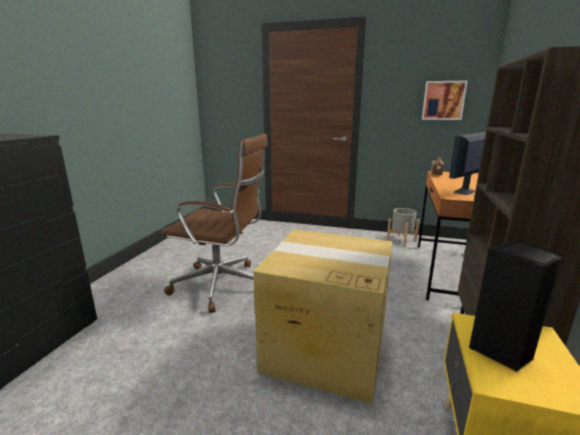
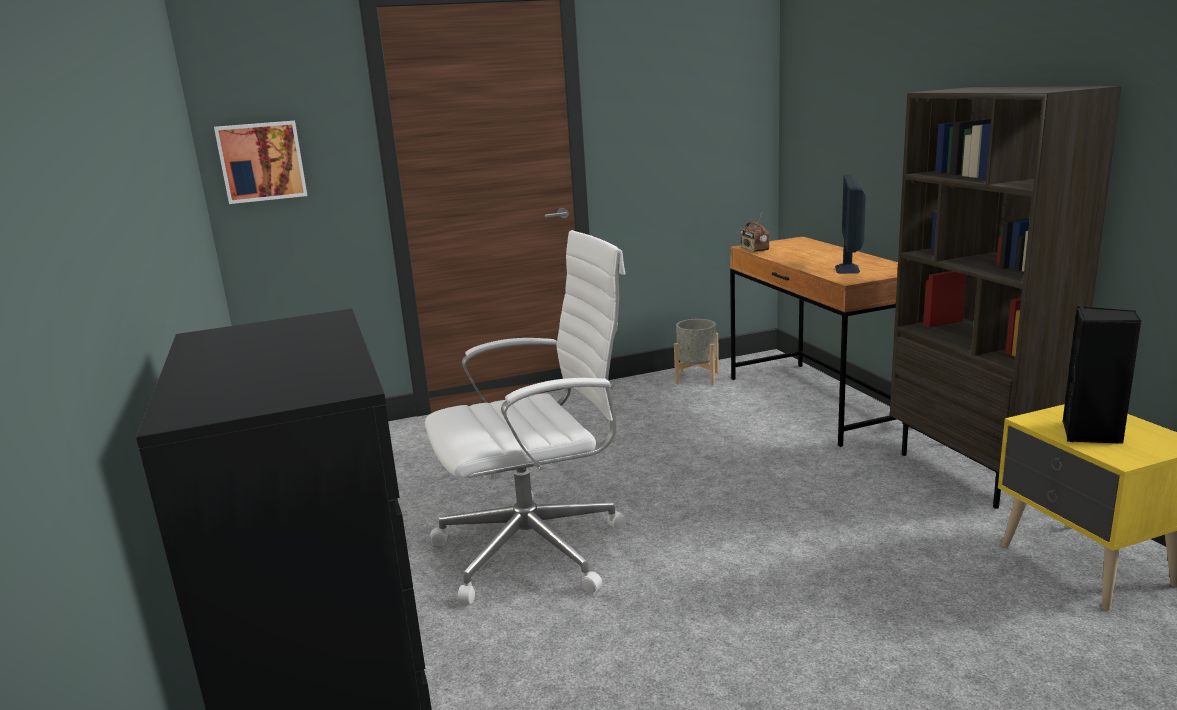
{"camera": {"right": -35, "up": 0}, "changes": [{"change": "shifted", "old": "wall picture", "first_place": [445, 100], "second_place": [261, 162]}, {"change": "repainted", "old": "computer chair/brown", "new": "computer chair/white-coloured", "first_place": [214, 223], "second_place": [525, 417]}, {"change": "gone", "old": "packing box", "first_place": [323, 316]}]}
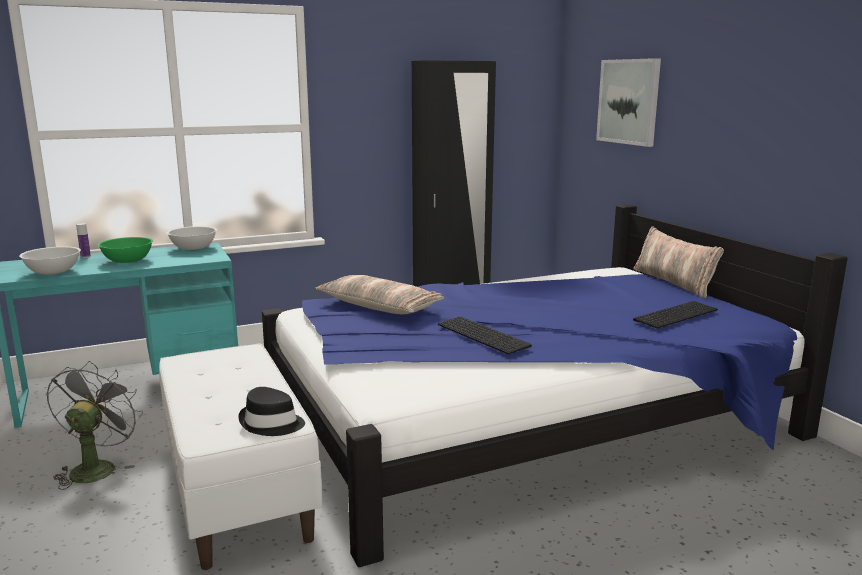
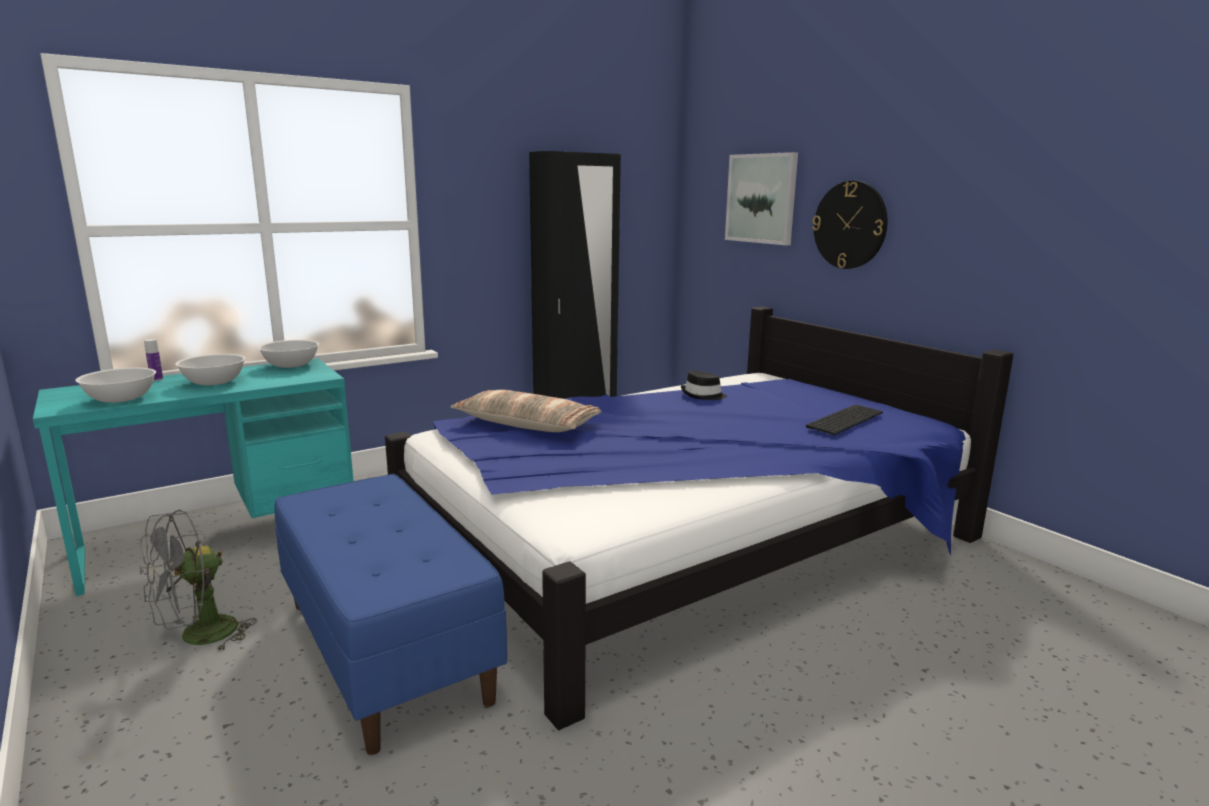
{"camera": {"right": -10, "up": 0}, "changes": [{"change": "rotated", "old": "electric fan/greyish", "first_place": [94, 425], "second_place": [198, 581], "degrees": -135}, {"change": "repainted", "old": "deep dish/green", "new": "deep dish/white-coloured", "first_place": [125, 250], "second_place": [210, 369]}, {"change": "repainted", "old": "bench/white-coloured", "new": "bench/blue-coloured", "first_place": [241, 456], "second_place": [390, 614]}, {"change": "shifted", "old": "wearable hat/black", "first_place": [271, 411], "second_place": [704, 385]}, {"change": "new", "new": "wall clock", "second_place": [850, 225]}, {"change": "gone", "old": "computer keyboard", "first_place": [485, 335]}, {"change": "gone", "old": "pillow", "first_place": [678, 262]}]}
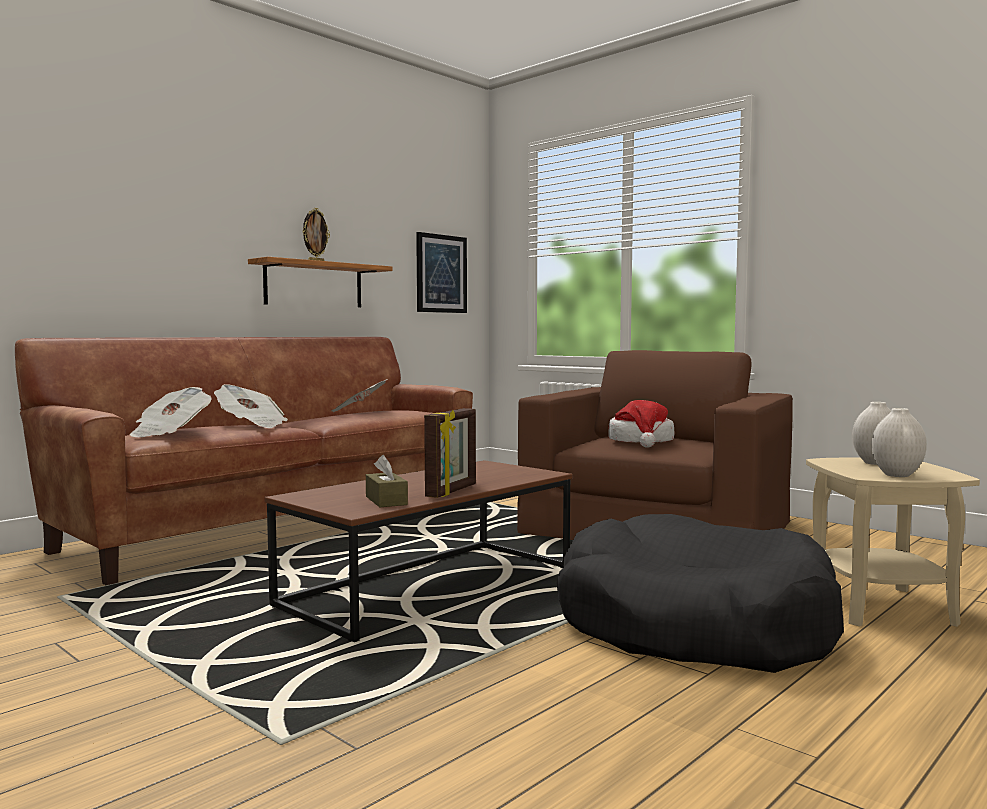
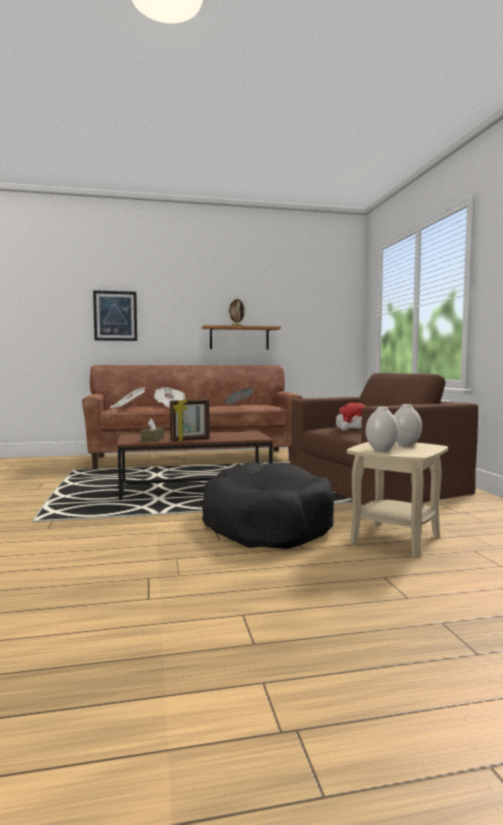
{"camera": {"right": 35, "up": 0}, "changes": [{"change": "shifted", "old": "wall picture", "first_place": [441, 272], "second_place": [115, 315]}]}
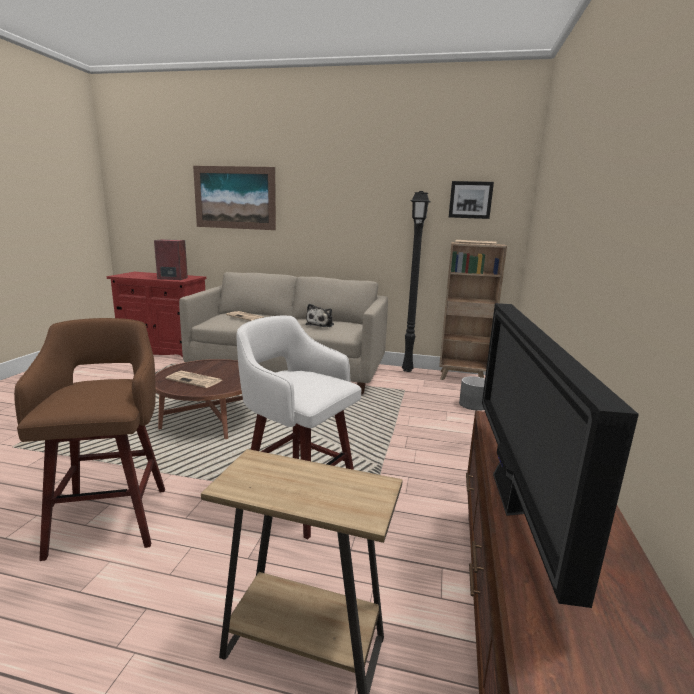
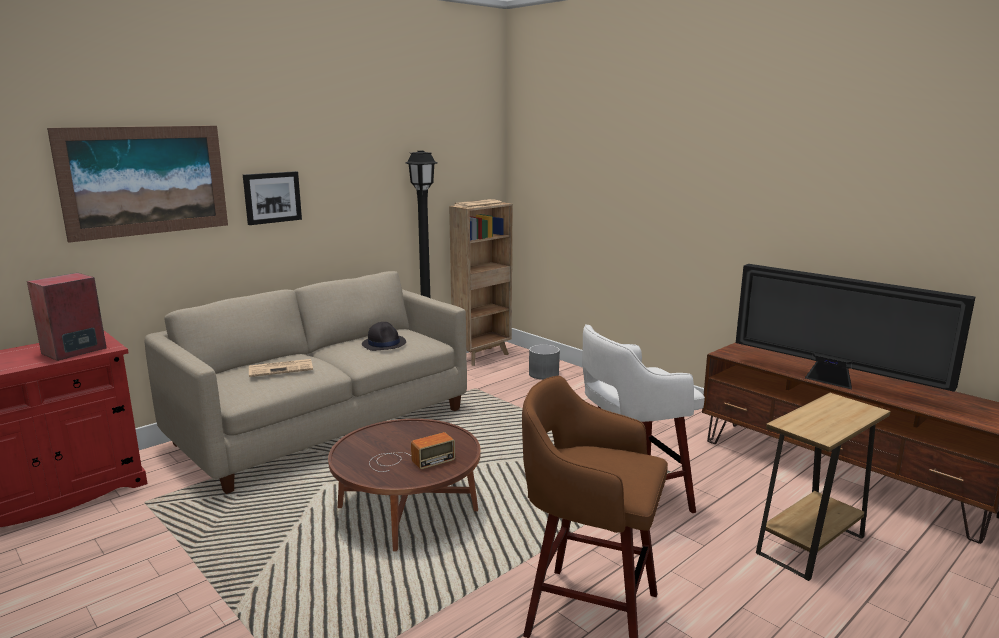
{"camera": {"right": -55, "up": 0}, "changes": [{"change": "shifted", "old": "wall picture", "first_place": [471, 200], "second_place": [272, 198]}, {"change": "swapped", "old": "cuddly toy", "new": "wearable hat/black", "first_place": [319, 315], "second_place": [384, 336]}, {"change": "swapped", "old": "daily paper", "new": "radio", "first_place": [194, 379], "second_place": [412, 452]}]}
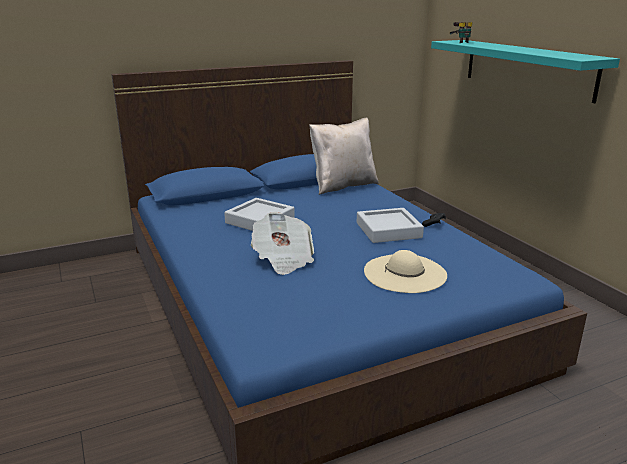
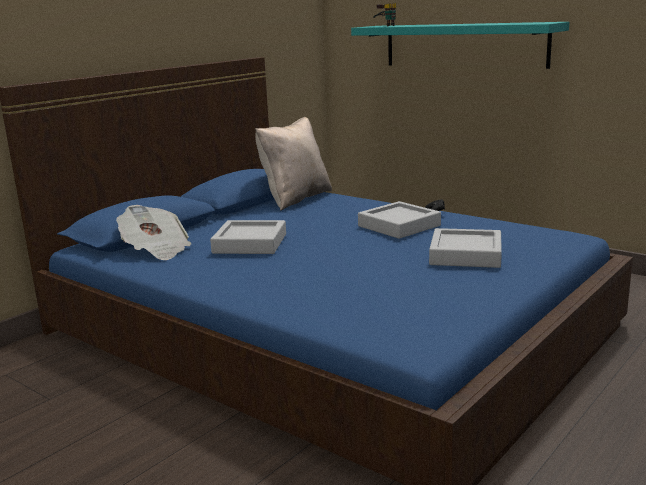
{"camera": {"right": -25, "up": -5}, "changes": [{"change": "shifted", "old": "daily paper", "first_place": [282, 243], "second_place": [153, 232]}, {"change": "swapped", "old": "wearable hat/sand-coloured", "new": "carrying tray/greyish", "first_place": [405, 271], "second_place": [465, 248]}]}
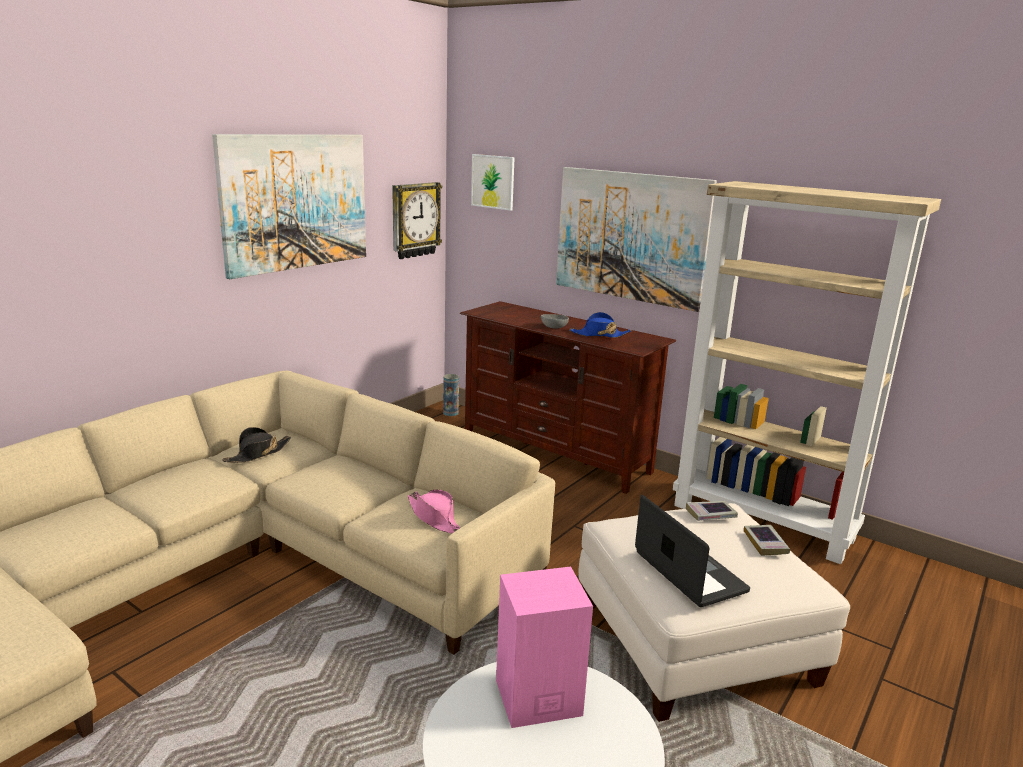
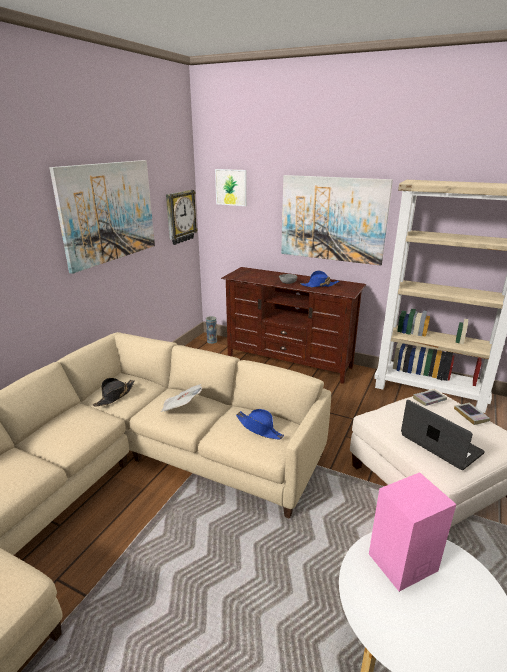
{"camera": {"right": -10, "up": 5}, "changes": [{"change": "new", "new": "daily paper", "second_place": [181, 398]}, {"change": "repainted", "old": "wearable hat/pinkish", "new": "wearable hat/blue-coloured", "first_place": [434, 511], "second_place": [260, 424]}]}
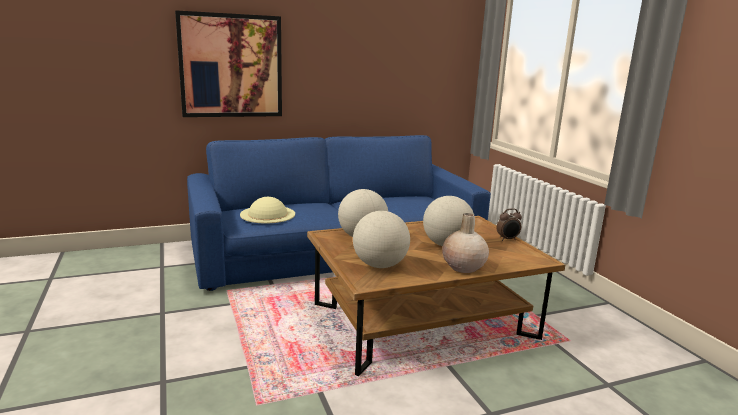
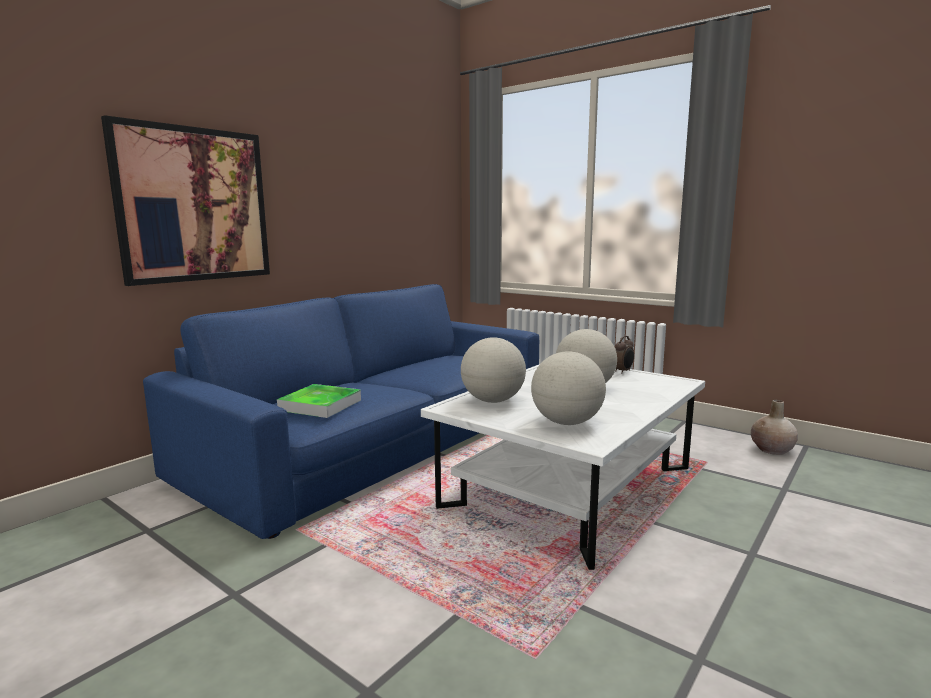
{"camera": {"right": -30, "up": -5}, "changes": [{"change": "swapped", "old": "wearable hat/sand-coloured", "new": "carrying tray", "first_place": [267, 210], "second_place": [319, 401]}, {"change": "repainted", "old": "low table/brown", "new": "low table/white-coloured", "first_place": [436, 296], "second_place": [563, 467]}, {"change": "shifted", "old": "decorative vase/sand-coloured", "first_place": [465, 243], "second_place": [774, 427]}]}
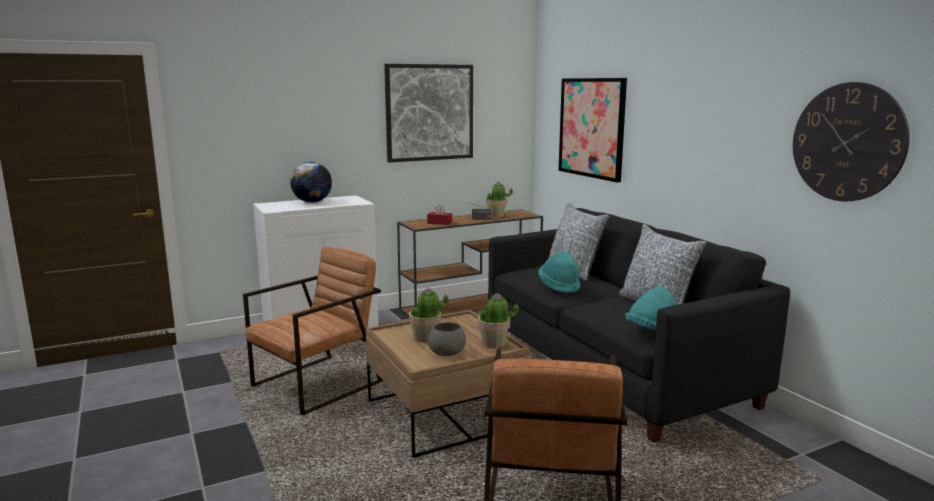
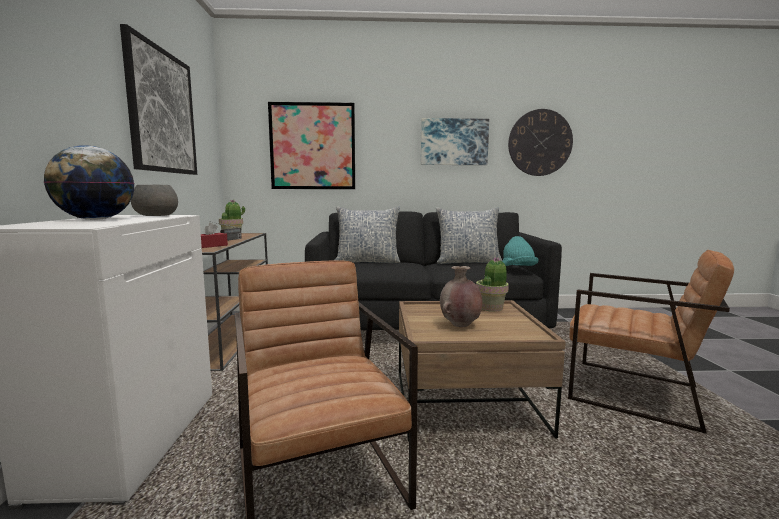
{"camera": {"right": -65, "up": -5}, "changes": [{"change": "shifted", "old": "deep dish/greyish", "first_place": [447, 339], "second_place": [154, 200]}, {"change": "new", "new": "wall picture", "second_place": [455, 141]}, {"change": "swapped", "old": "potted plant", "new": "decorative vase/brown", "first_place": [428, 315], "second_place": [461, 296]}, {"change": "gone", "old": "wearable hat/blue-green", "first_place": [559, 272]}]}
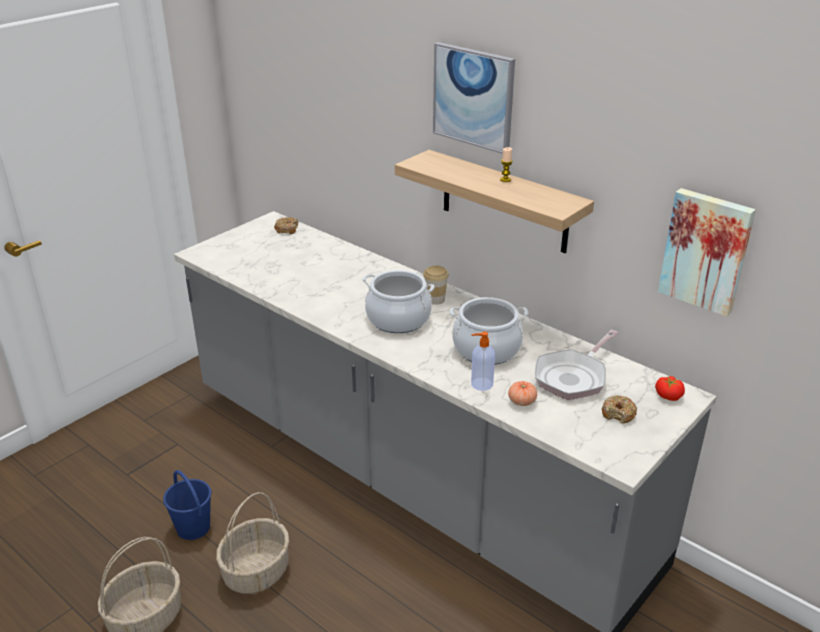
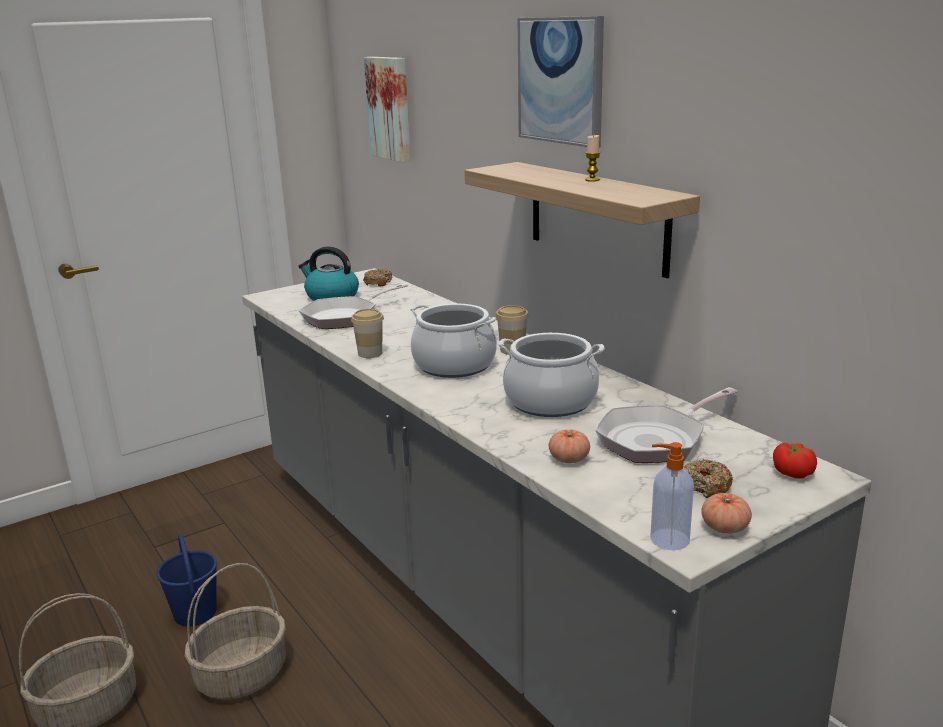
{"camera": {"right": 15, "up": -10}, "changes": [{"change": "new", "new": "water kettle", "second_place": [329, 274]}, {"change": "new", "new": "frying pan", "second_place": [353, 306]}, {"change": "new", "new": "small cup", "second_place": [367, 333]}, {"change": "shifted", "old": "wall picture", "first_place": [707, 252], "second_place": [387, 109]}, {"change": "shifted", "old": "soap bottle", "first_place": [483, 361], "second_place": [672, 496]}, {"change": "new", "new": "fresh tomato", "second_place": [726, 513]}]}
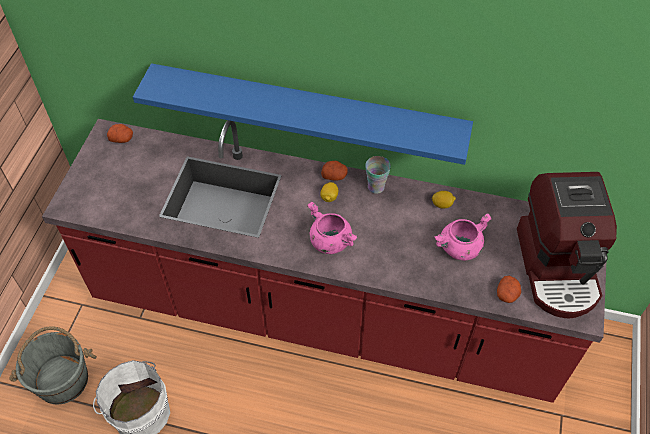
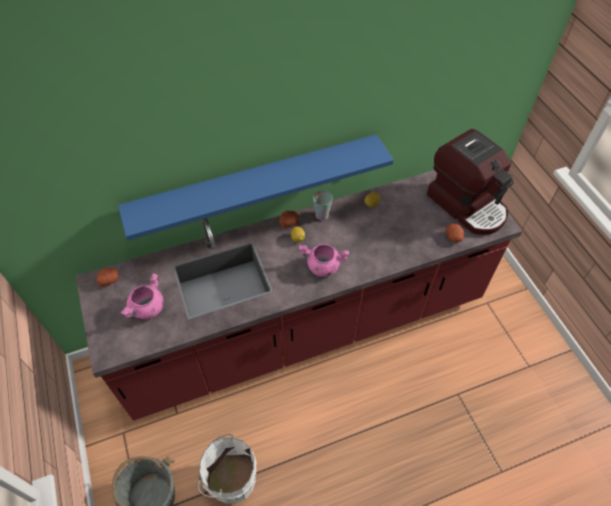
{"camera": {"right": -35, "up": 0}, "changes": [{"change": "shifted", "old": "stockpot/pinkish", "first_place": [463, 237], "second_place": [142, 296]}]}
